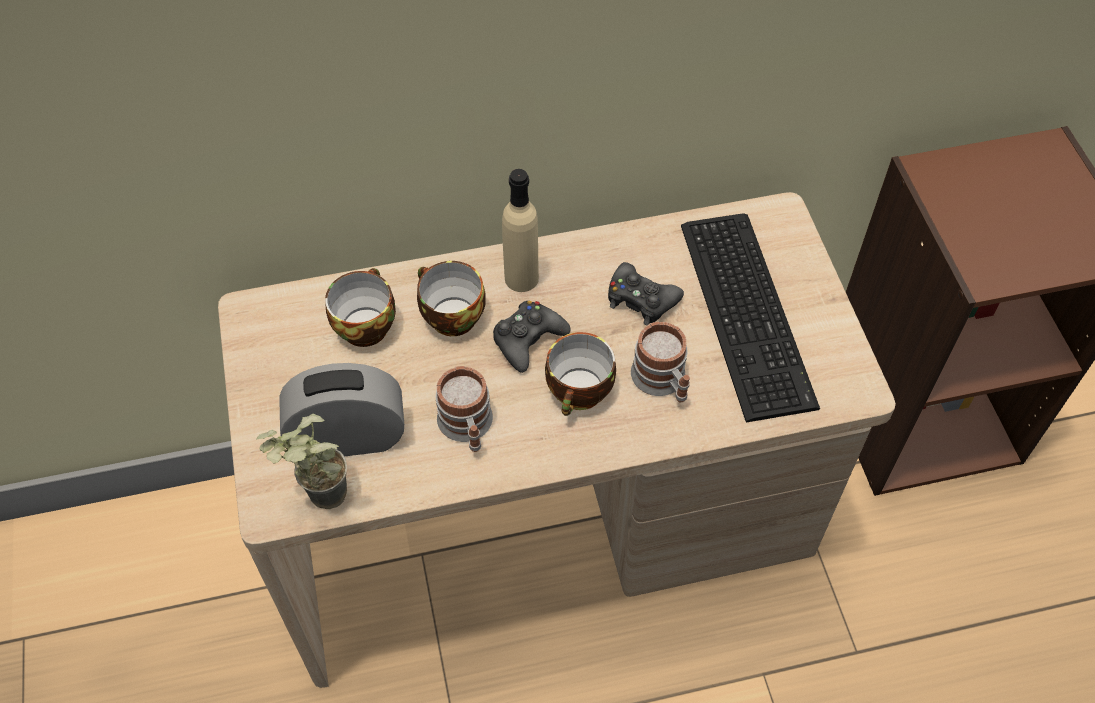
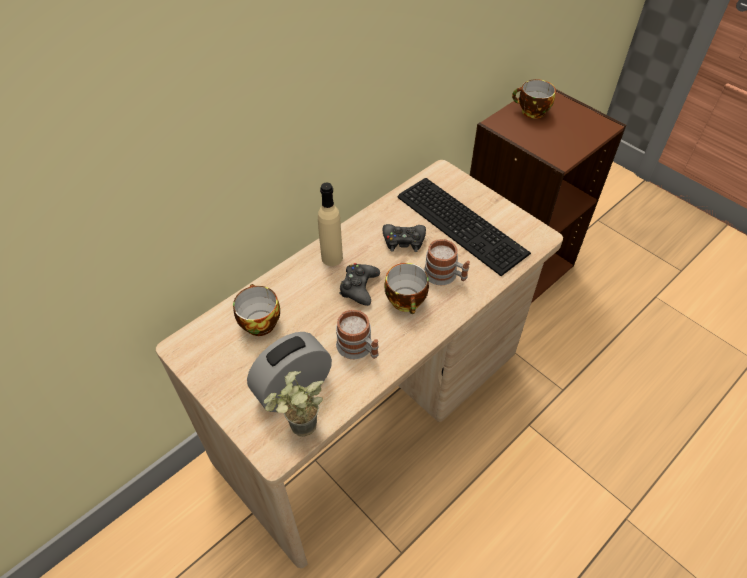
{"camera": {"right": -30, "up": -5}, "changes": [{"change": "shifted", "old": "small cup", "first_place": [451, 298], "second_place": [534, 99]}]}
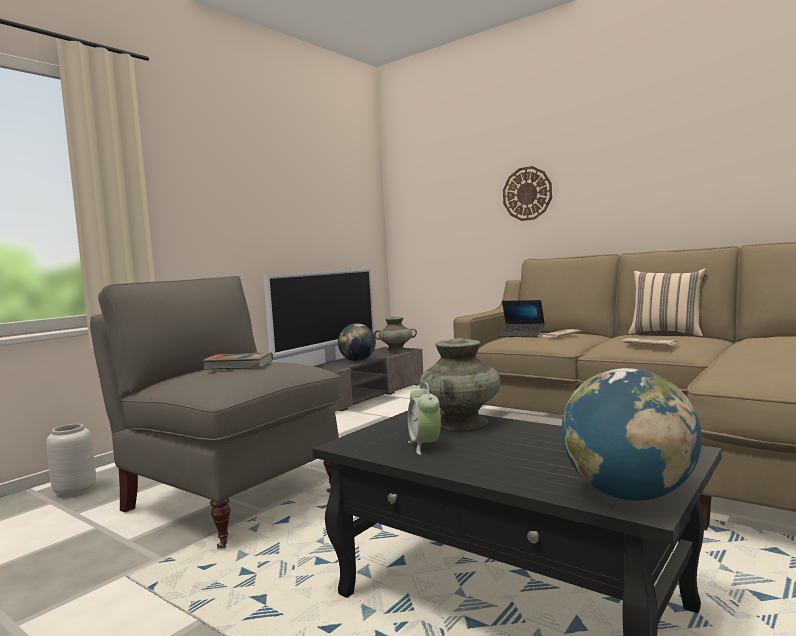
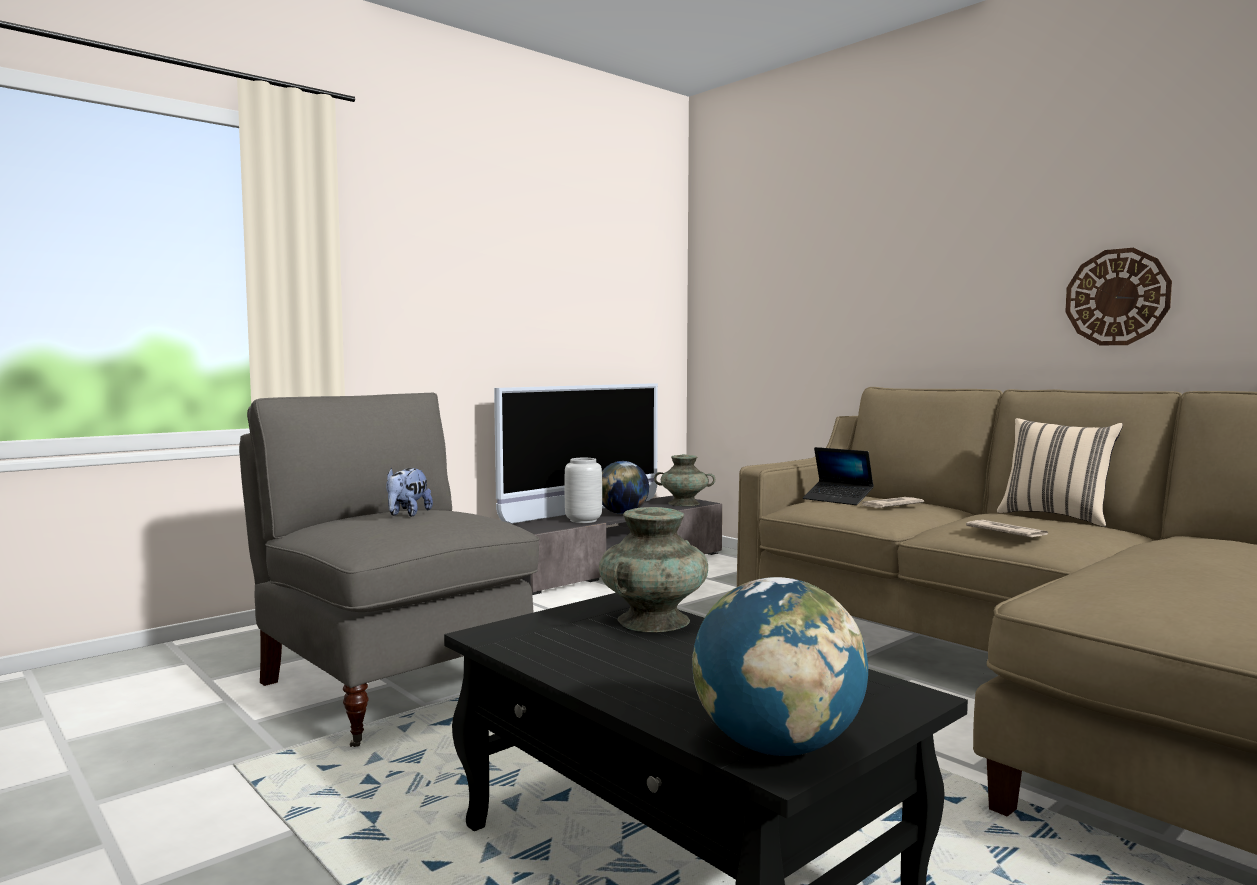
{"camera": {"right": 10, "up": 0}, "changes": [{"change": "swapped", "old": "book", "new": "cuddly toy", "first_place": [237, 361], "second_place": [409, 492]}, {"change": "shifted", "old": "decorative vase/greyish", "first_place": [71, 460], "second_place": [583, 490]}, {"change": "shifted", "old": "wall clock", "first_place": [527, 193], "second_place": [1118, 296]}, {"change": "gone", "old": "alarm clock", "first_place": [424, 418]}]}
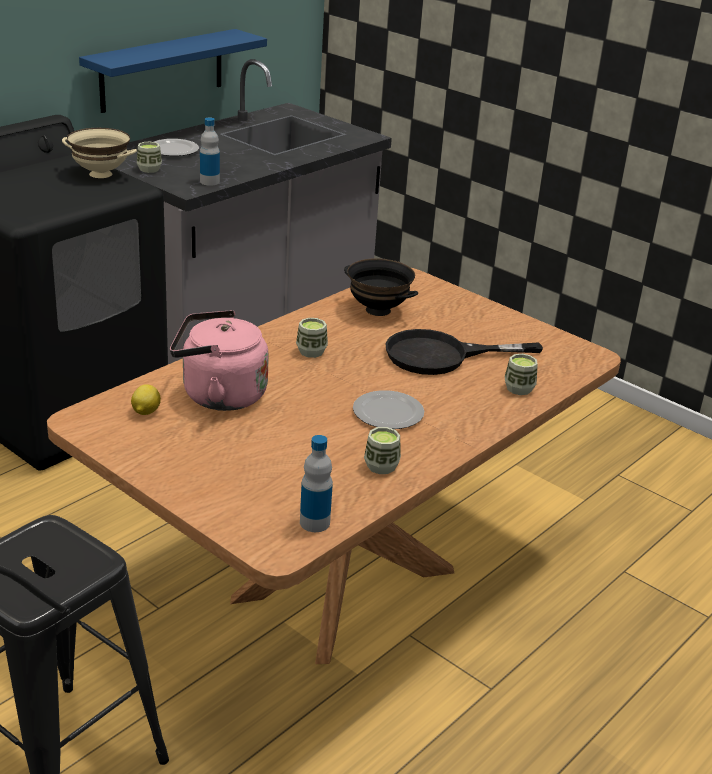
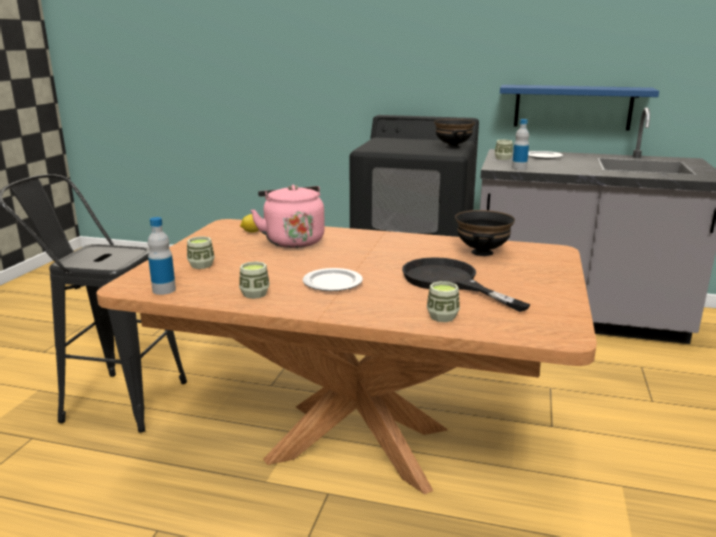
{"camera": {"right": 65, "up": -10}, "changes": [{"change": "shifted", "old": "small cup", "first_place": [312, 338], "second_place": [201, 252]}, {"change": "repainted", "old": "deep dish/sand-coloured", "new": "deep dish/black", "first_place": [99, 153], "second_place": [454, 134]}]}
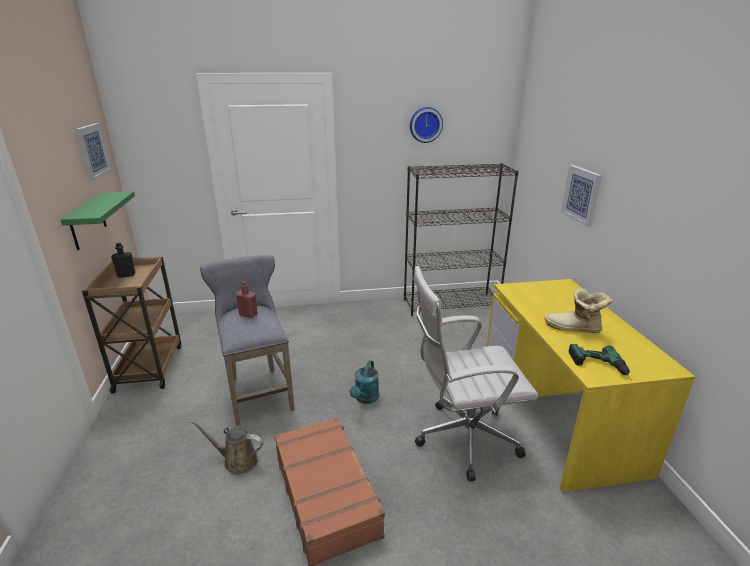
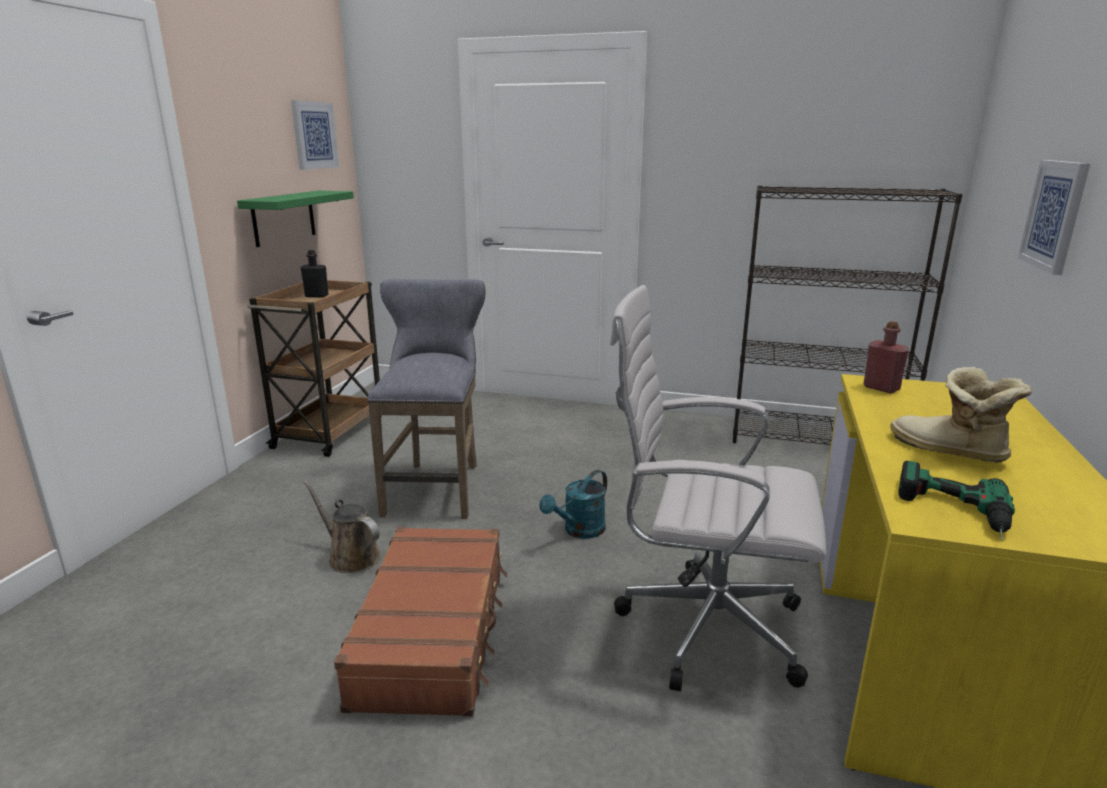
{"camera": {"right": 25, "up": -5}, "changes": [{"change": "shifted", "old": "drink bottle/reddish", "first_place": [246, 299], "second_place": [886, 357]}, {"change": "gone", "old": "wall clock", "first_place": [426, 125]}]}
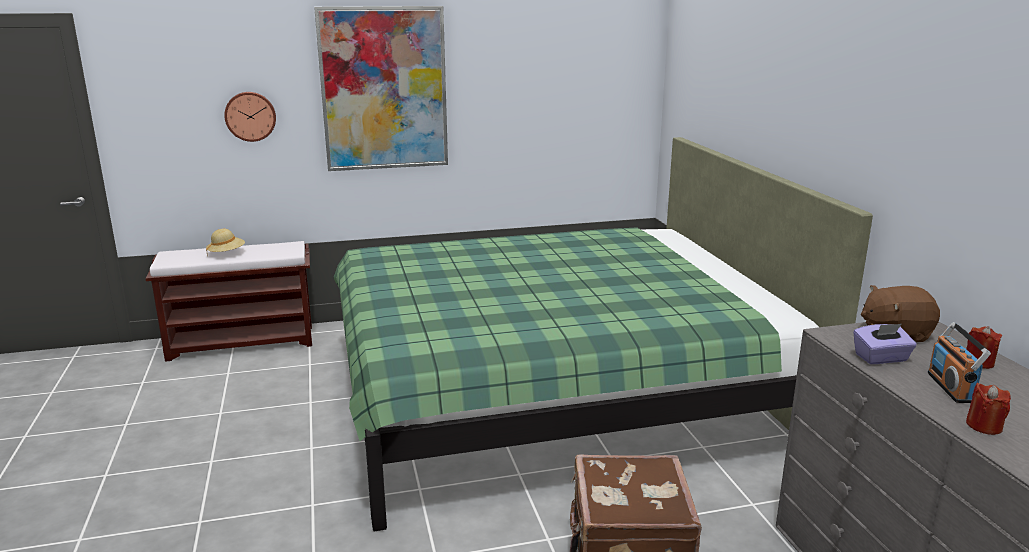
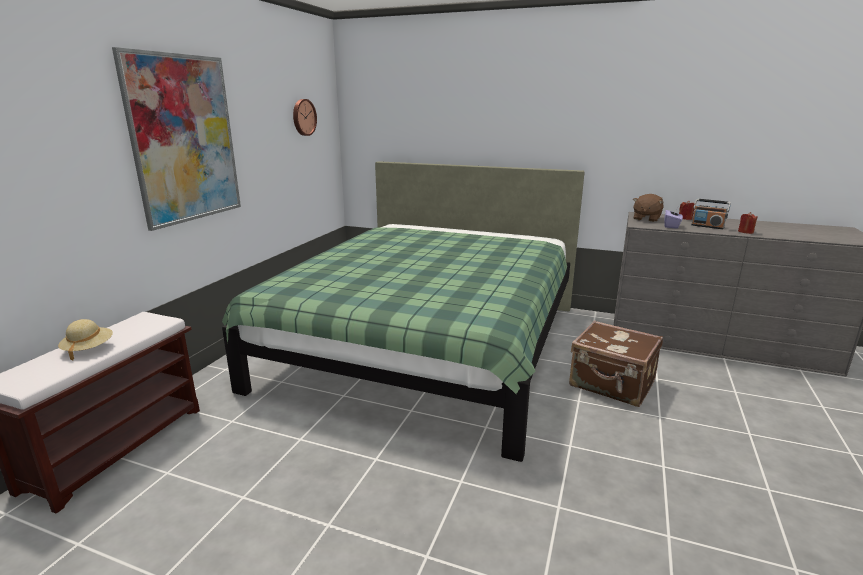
{"camera": {"right": -55, "up": 0}, "changes": [{"change": "shifted", "old": "wall clock", "first_place": [250, 117], "second_place": [305, 117]}]}
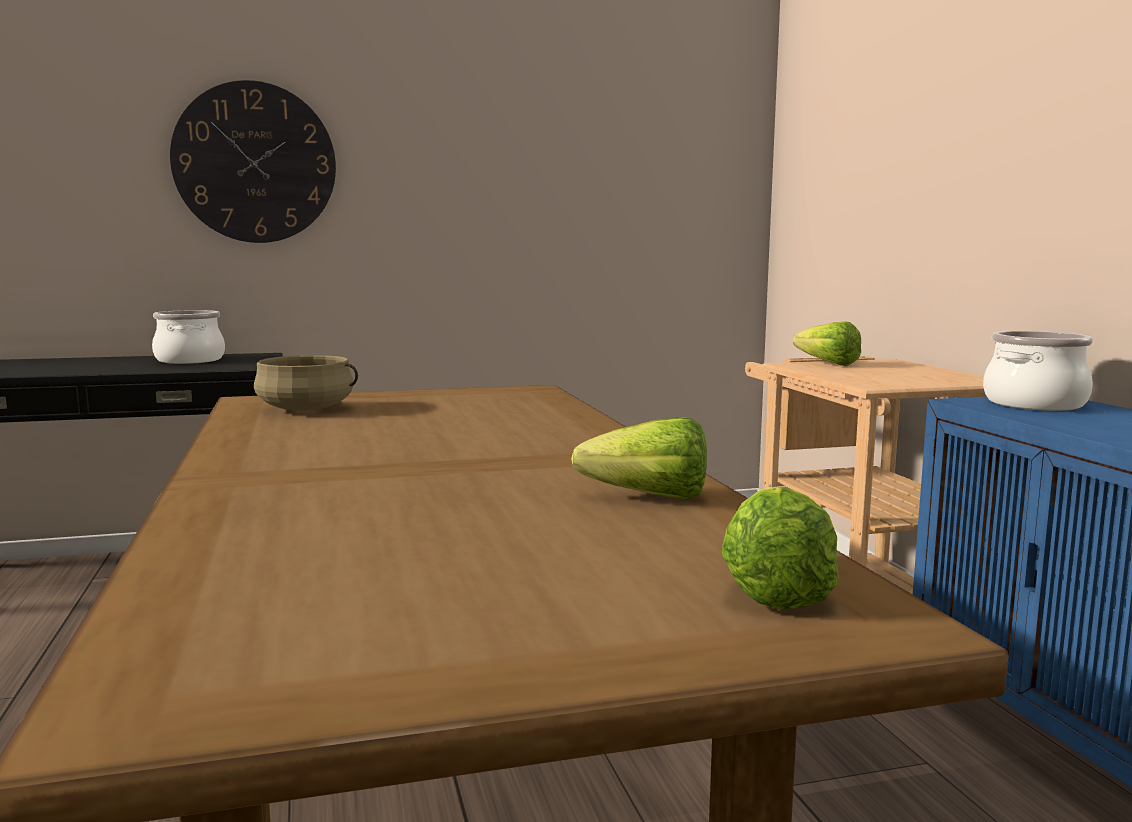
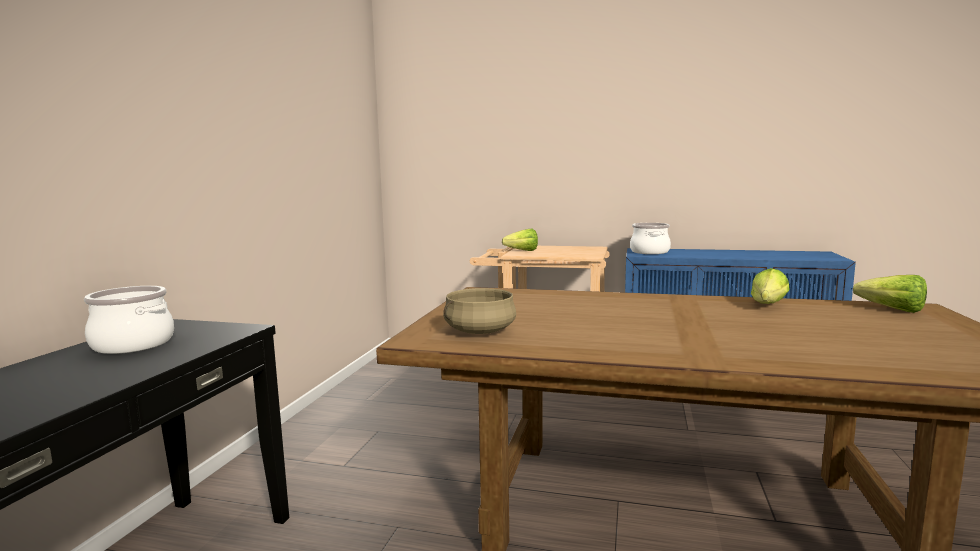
{"camera": {"right": -60, "up": 0}, "changes": [{"change": "gone", "old": "wall clock", "first_place": [253, 161]}]}
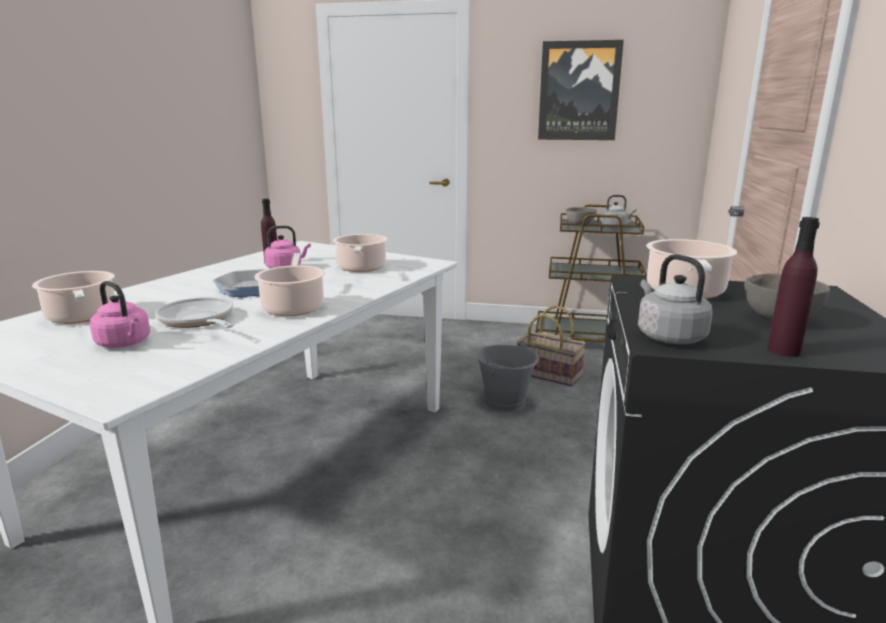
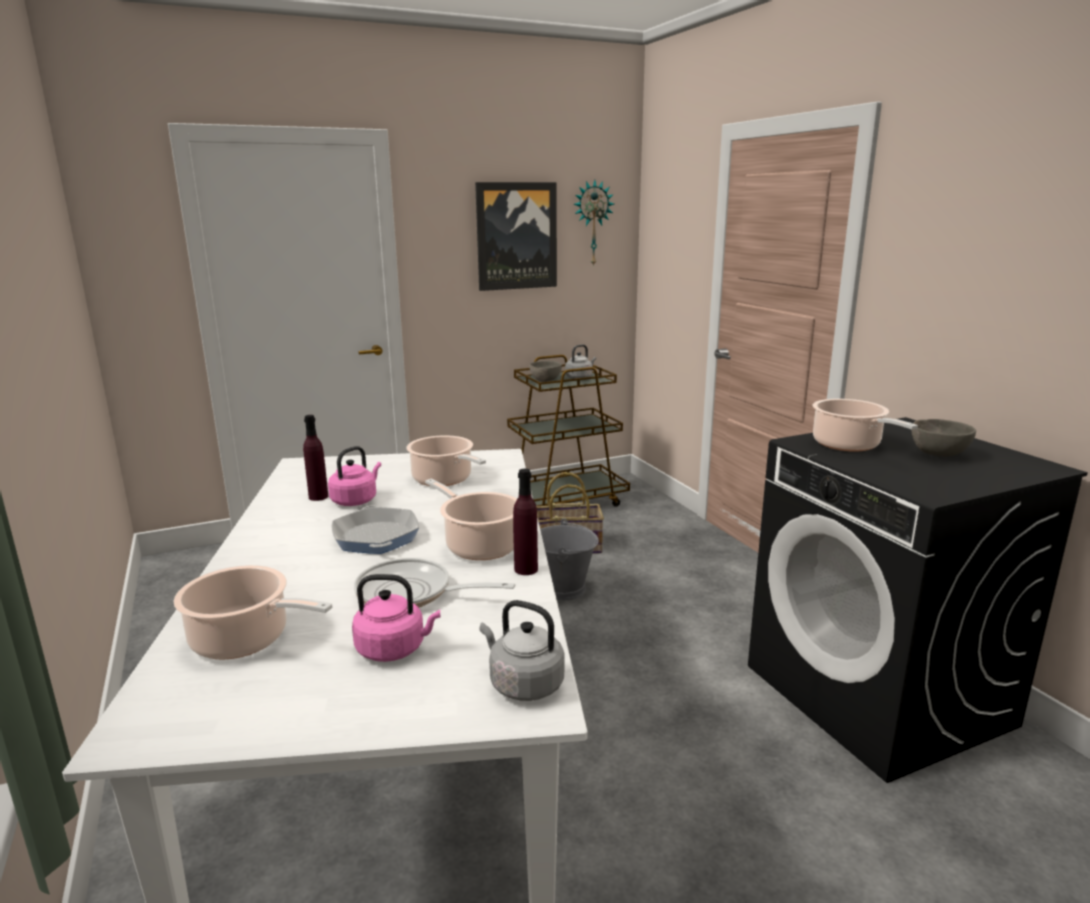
{"camera": {"right": -35, "up": 0}, "changes": [{"change": "shifted", "old": "water kettle/greyish", "first_place": [675, 299], "second_place": [522, 650]}, {"change": "shifted", "old": "drink bottle/purplish", "first_place": [793, 287], "second_place": [525, 522]}, {"change": "new", "new": "wall clock", "second_place": [593, 223]}]}
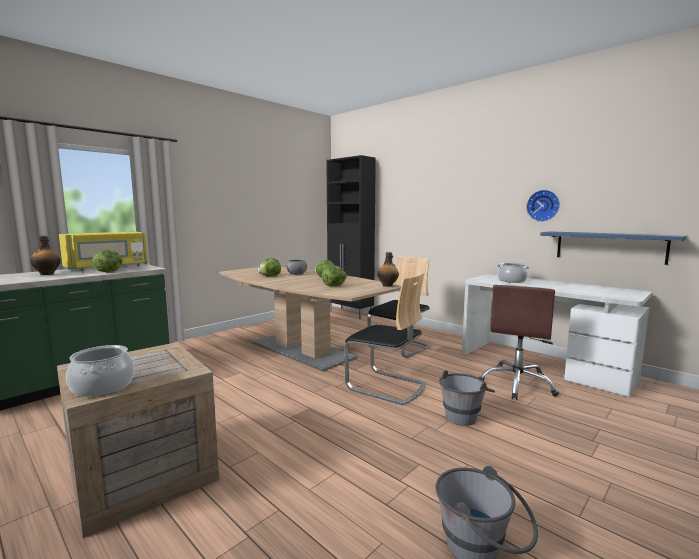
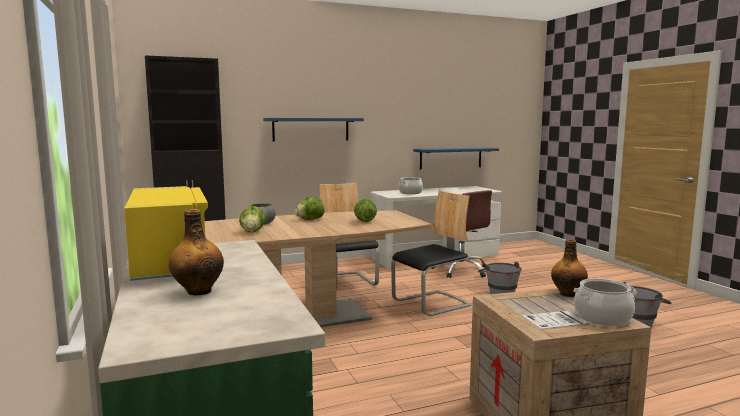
{"camera": {"right": -65, "up": 0}, "changes": [{"change": "new", "new": "bracket shelf/blue-coloured", "second_place": [313, 130]}, {"change": "shifted", "old": "drink bottle", "first_place": [388, 269], "second_place": [569, 268]}, {"change": "gone", "old": "lettuce", "first_place": [107, 260]}, {"change": "gone", "old": "wall clock", "first_place": [543, 206]}]}
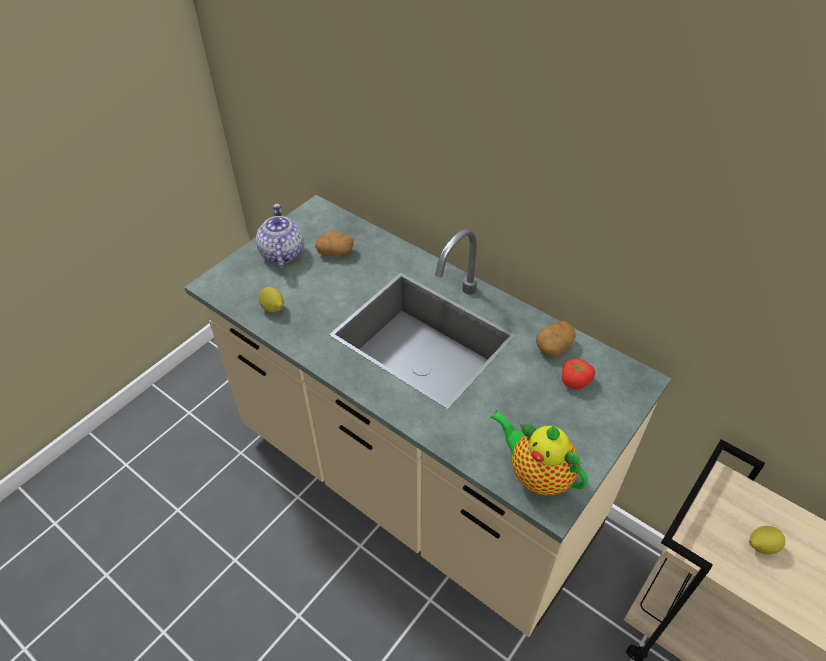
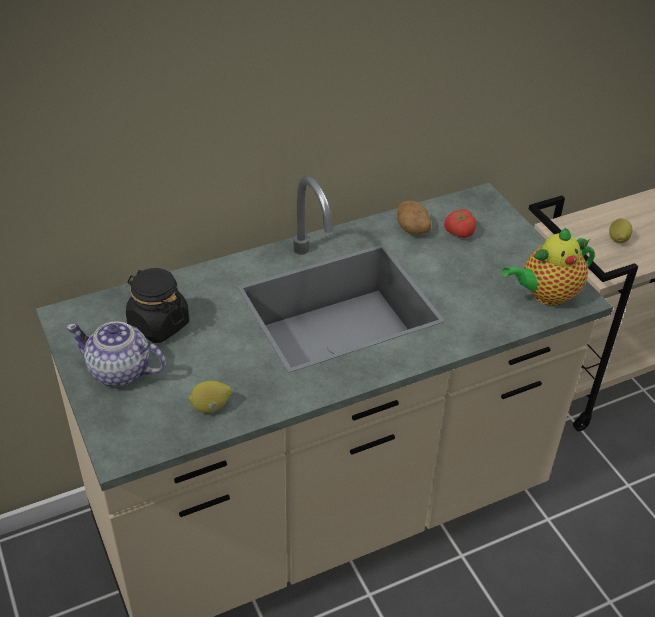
{"camera": {"right": -65, "up": -5}, "changes": [{"change": "swapped", "old": "potato", "new": "storage jar/black", "first_place": [334, 243], "second_place": [157, 305]}]}
